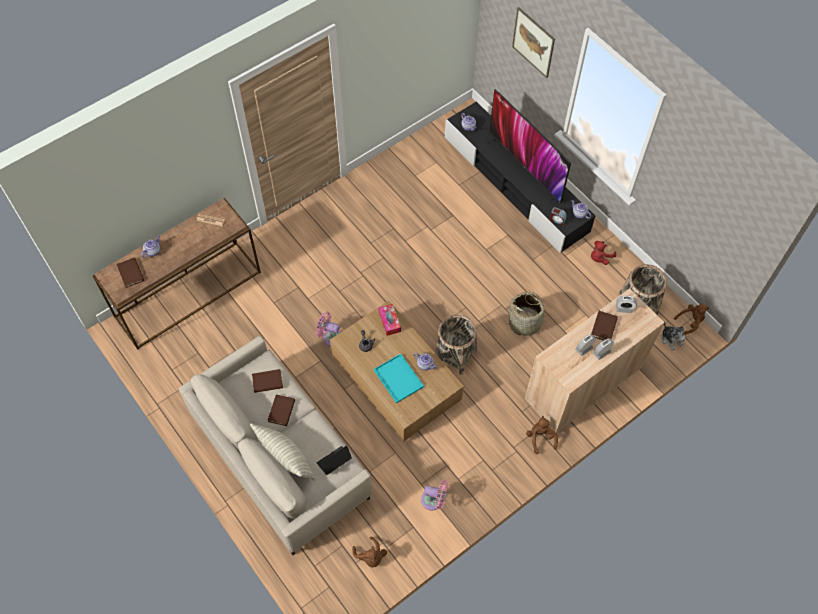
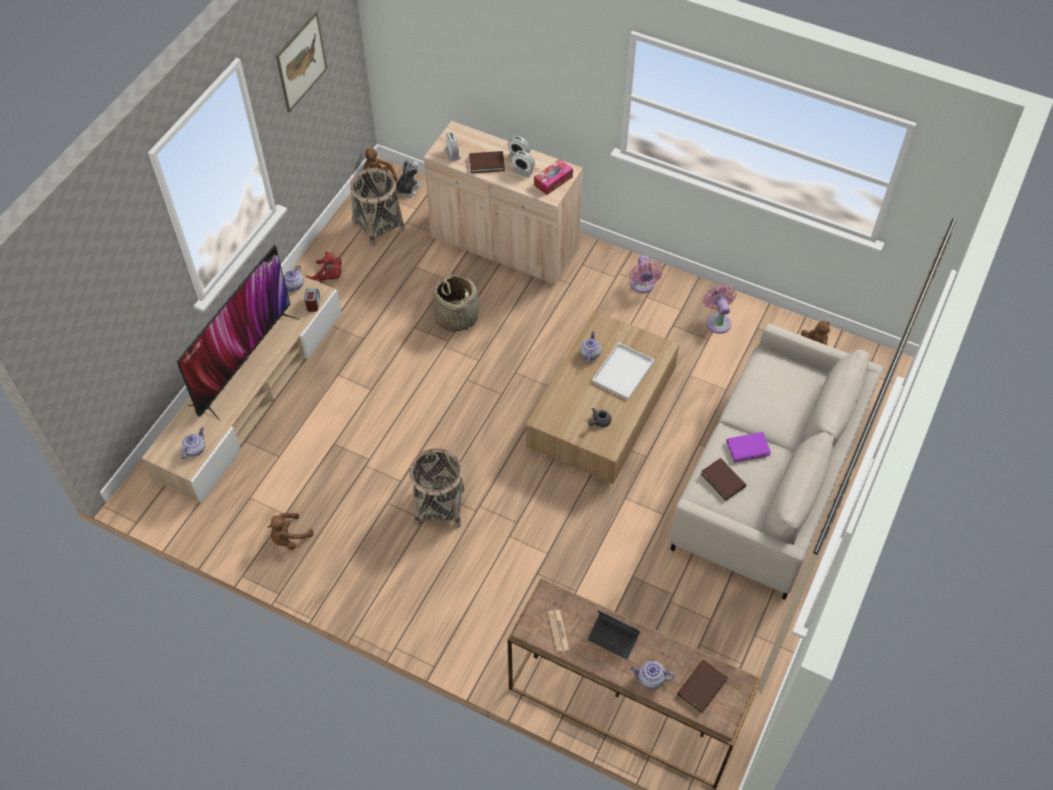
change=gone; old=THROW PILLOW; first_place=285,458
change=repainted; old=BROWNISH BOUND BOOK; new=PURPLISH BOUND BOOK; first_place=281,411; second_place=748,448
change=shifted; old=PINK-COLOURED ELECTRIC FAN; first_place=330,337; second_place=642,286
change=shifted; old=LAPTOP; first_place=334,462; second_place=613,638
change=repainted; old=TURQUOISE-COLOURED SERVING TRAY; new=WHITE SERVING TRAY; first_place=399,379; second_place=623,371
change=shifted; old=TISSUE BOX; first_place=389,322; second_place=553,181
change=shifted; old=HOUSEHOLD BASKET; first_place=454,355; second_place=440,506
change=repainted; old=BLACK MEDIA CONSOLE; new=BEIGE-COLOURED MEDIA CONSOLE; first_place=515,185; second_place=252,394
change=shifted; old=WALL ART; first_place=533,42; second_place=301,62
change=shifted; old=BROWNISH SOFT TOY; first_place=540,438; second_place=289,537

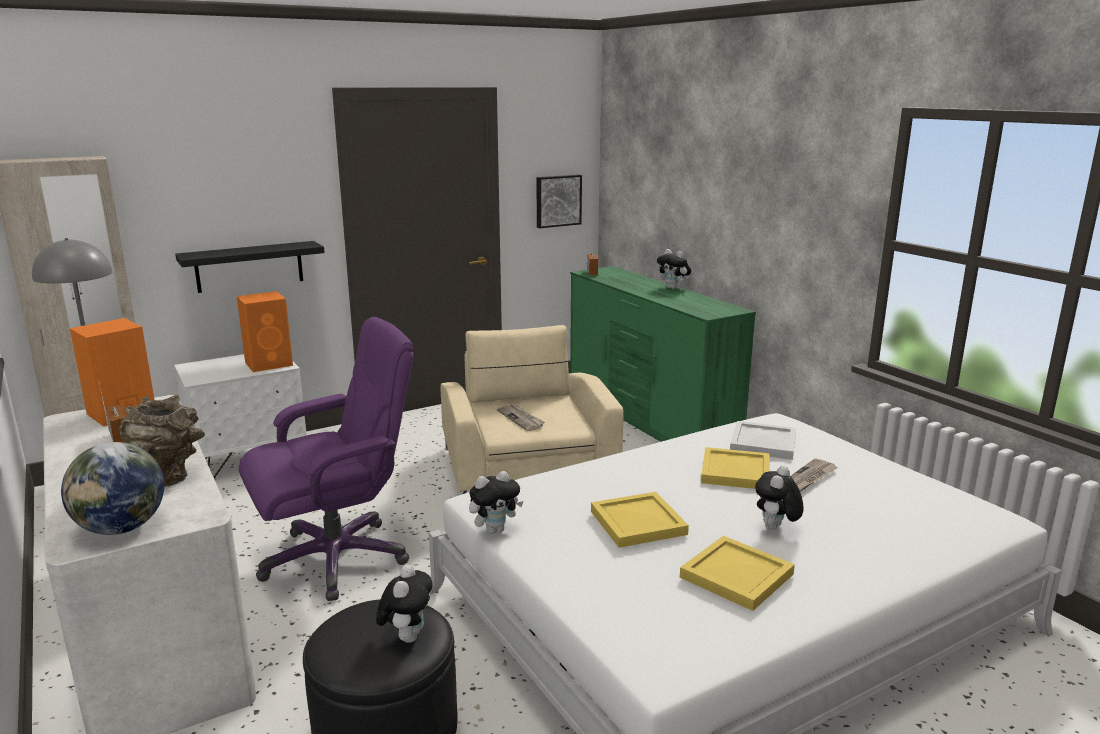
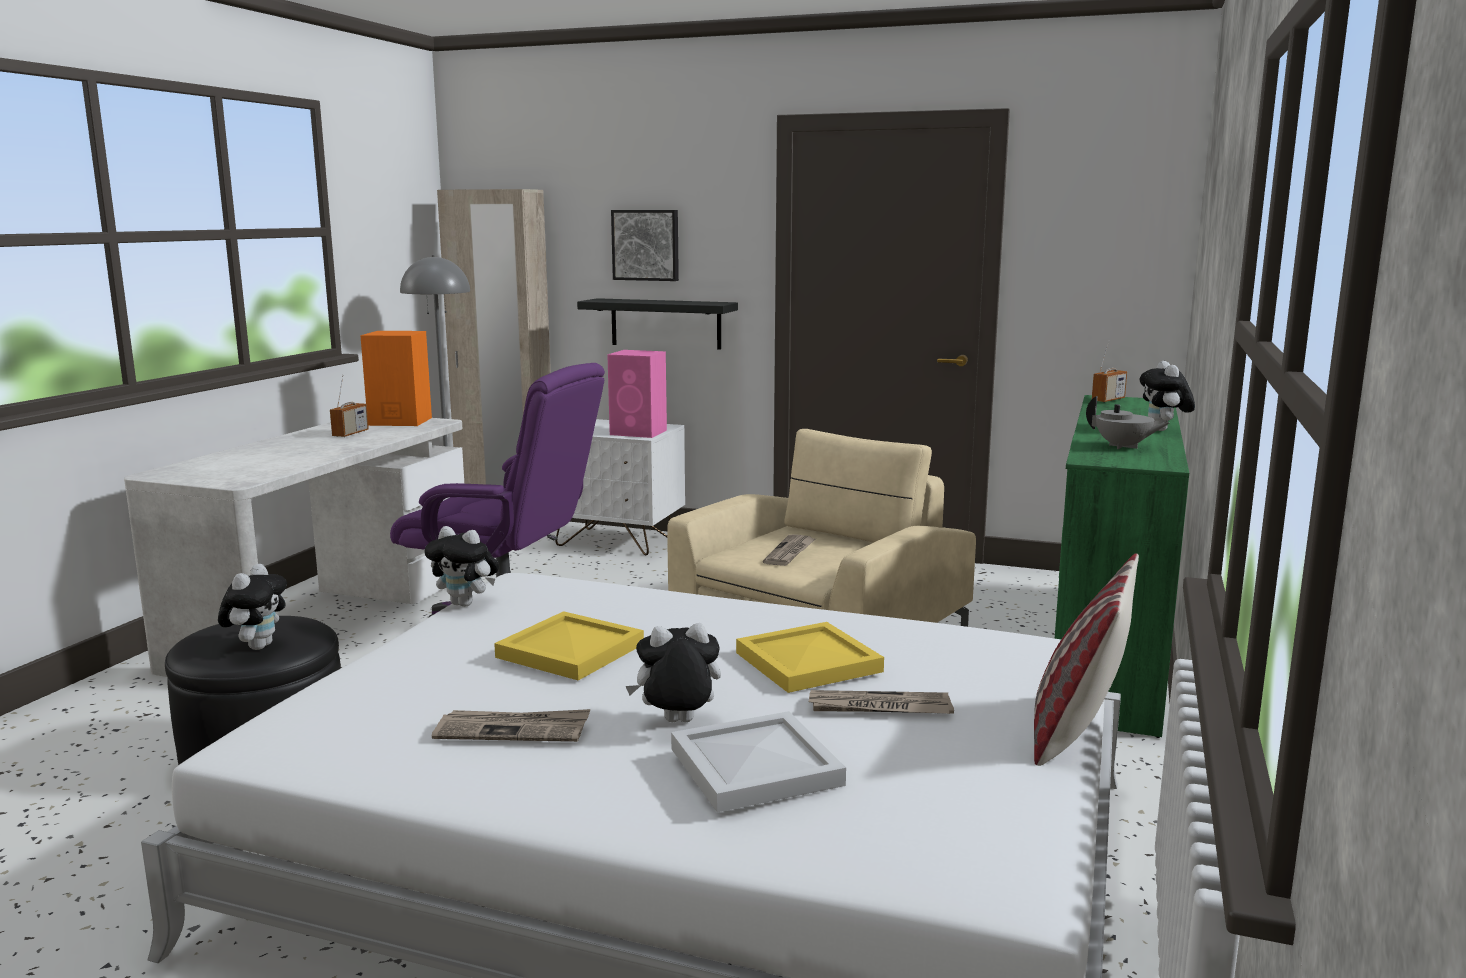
change=gone; old=WORLD GLOBE; first_place=122,528
change=gone; old=BROWNISH VASE; first_place=168,477
change=repainted; old=ORANGE-COLOURED AUDIO SPEAKER; new=PINK-COLOURED AUDIO SPEAKER; first_place=270,363; second_place=639,432
change=rotated; old=SOFT TOY; first_place=407,636; second_place=258,646; degrees=-45
change=shifted; old=WALL ART; first_place=557,200; second_place=646,245
change=swapped; old=YELLOW-COLOURED SERVING TRAY; new=PRINTED PAPER; first_place=736,574; second_place=513,730
change=shifted; old=WHITE SERVING TRAY; first_place=764,443; second_place=758,767
change=new; new=THROW PILLOW; second_place=1076,732
change=new; new=GREY POT FOR TEA; second_place=1123,447

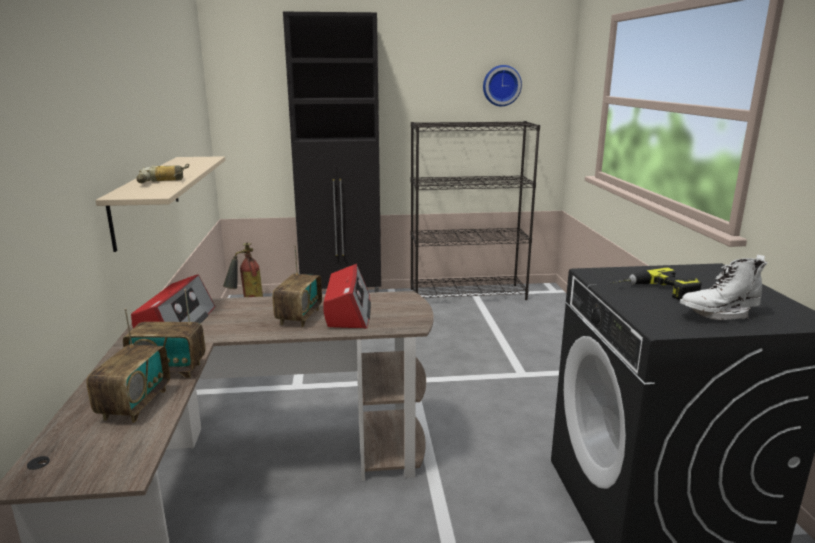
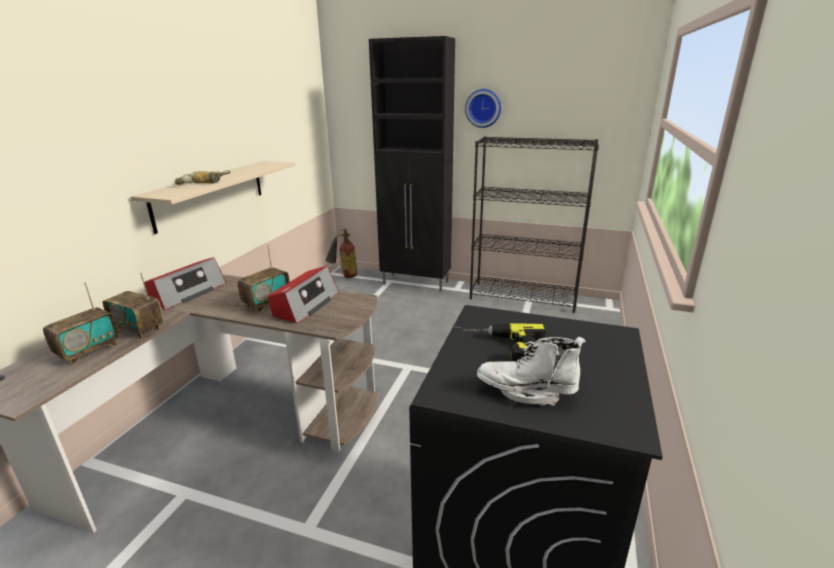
change=shifted; old=CLOCK ON THE WALL; first_place=501,85; second_place=483,108

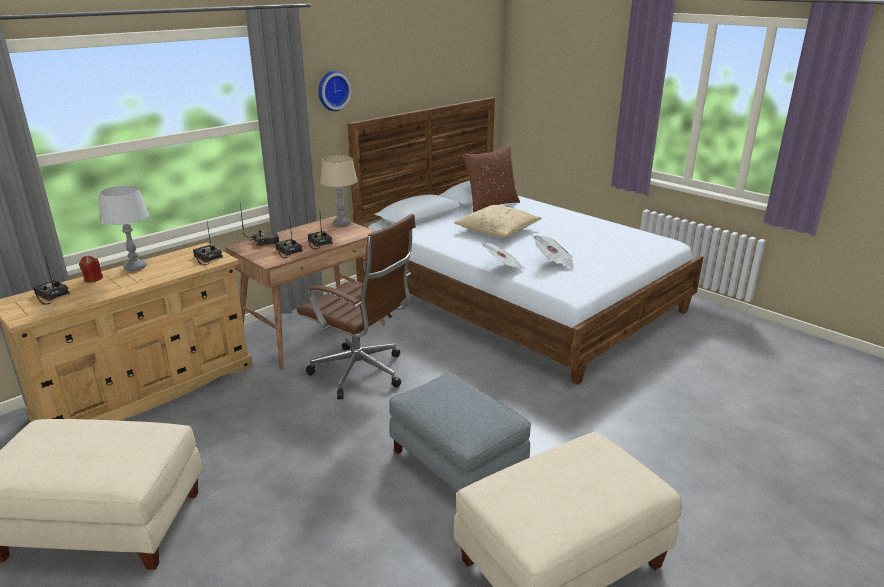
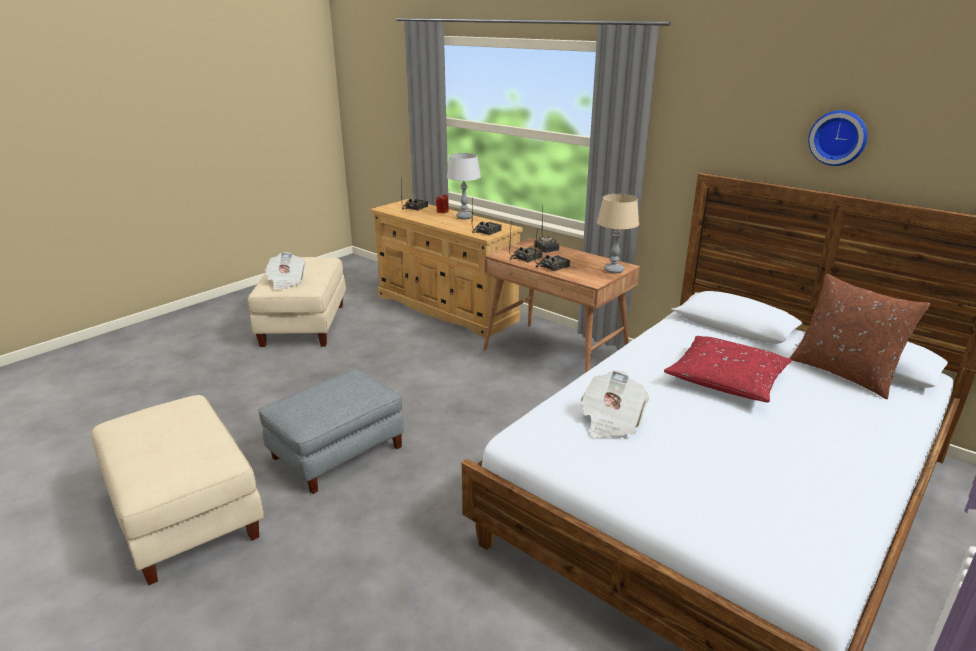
change=gone; old=BROWNISH COMPUTER CHAIR; first_place=362,374
change=shifted; old=CLOCK ON THE WALL; first_place=332,90; second_place=838,137
change=repainted; old=BEIGE-COLOURED THROW PILLOW; new=RED THROW PILLOW; first_place=497,230; second_place=726,379
change=shifted; old=PRINTED PAPER; first_place=503,267; second_place=286,281

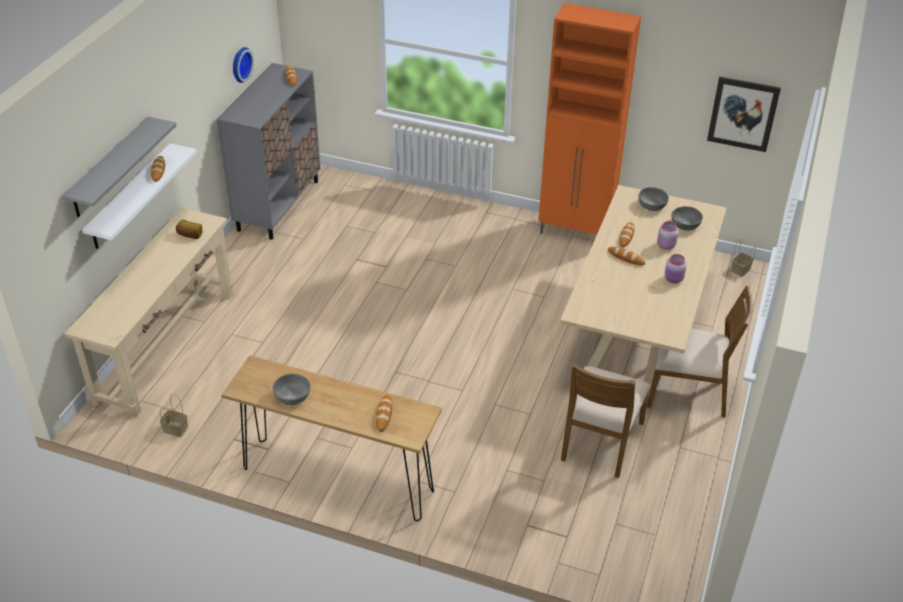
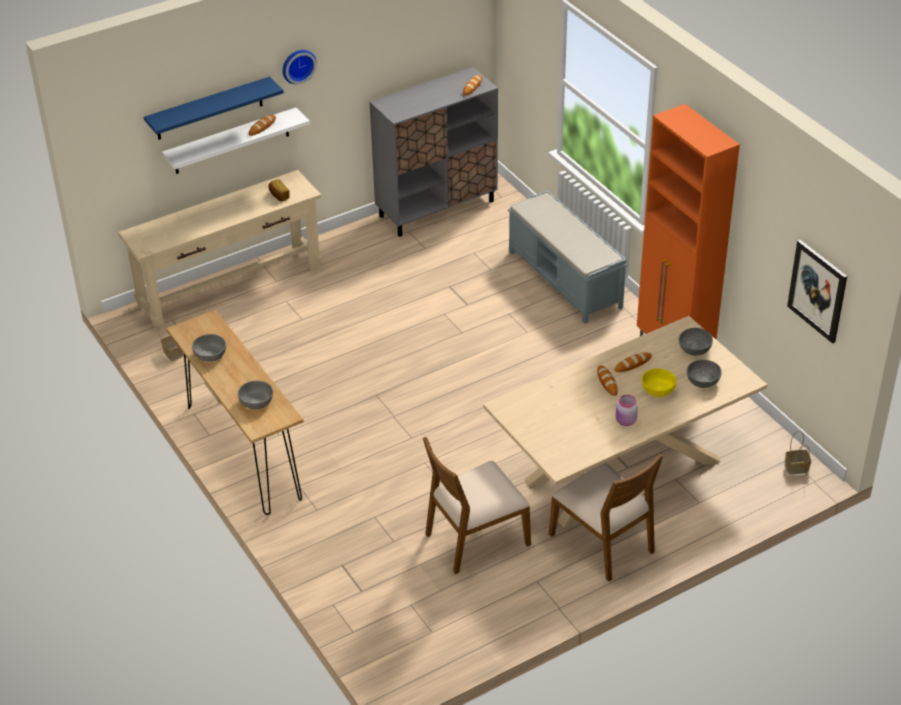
change=repainted; old=GREY WALL SHELF; new=BLUISH WALL SHELF; first_place=110,168; second_place=209,109
change=shifted; old=CLOCK ON THE WALL; first_place=240,64; second_place=298,65
change=swapped; old=BREAD; new=GREY DEEP DISH; first_place=384,414; second_place=256,402
change=swapped; old=PINK-COLOURED JAR; new=YELLOW-COLOURED DEEP DISH; first_place=665,245; second_place=658,389
change=new; new=GREY BENCH; second_place=565,280

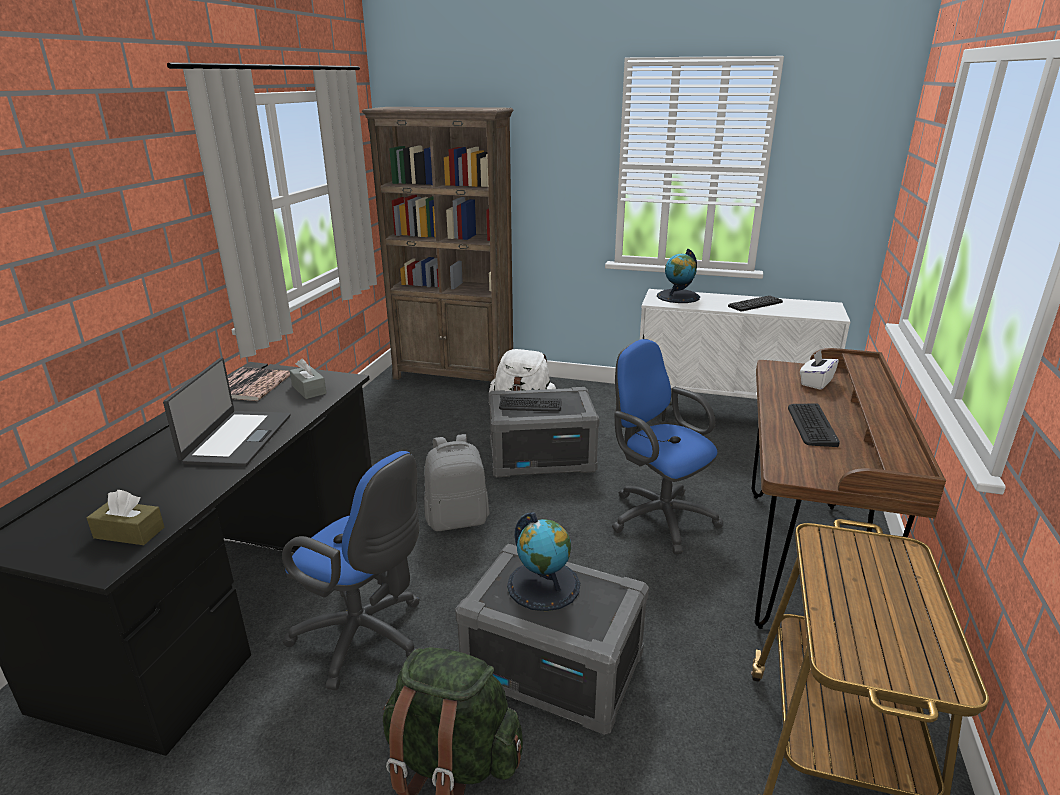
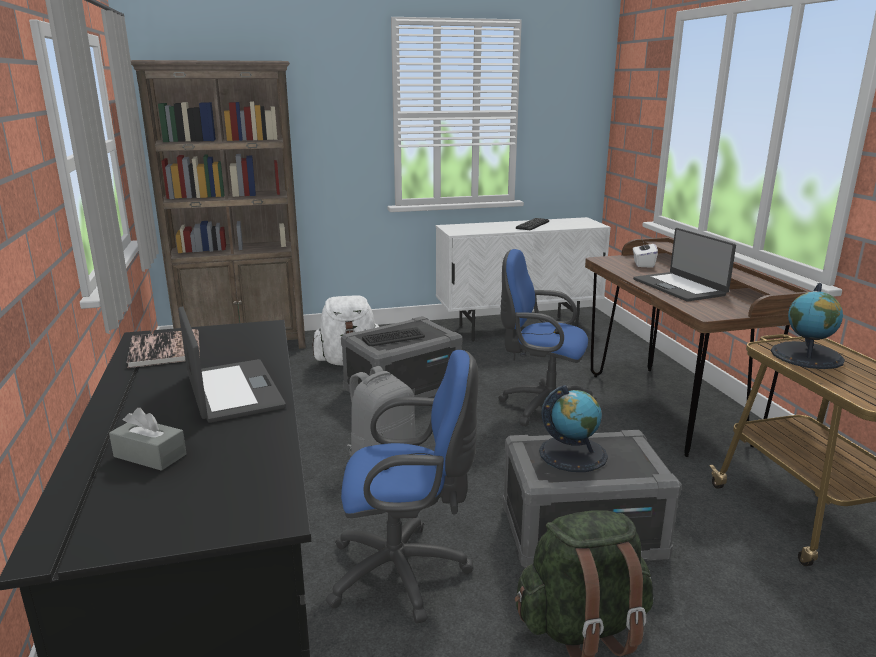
change=gone; old=BROWNISH TISSUE BOX; first_place=129,533
change=shifted; old=GREY TISSUE BOX; first_place=309,389; second_place=150,455
change=shifted; old=WORLD GLOBE; first_place=678,296; second_place=807,356
change=swapped; old=COMPUTER KEYBOARD; new=LAPTOP; first_place=811,425; second_place=680,287

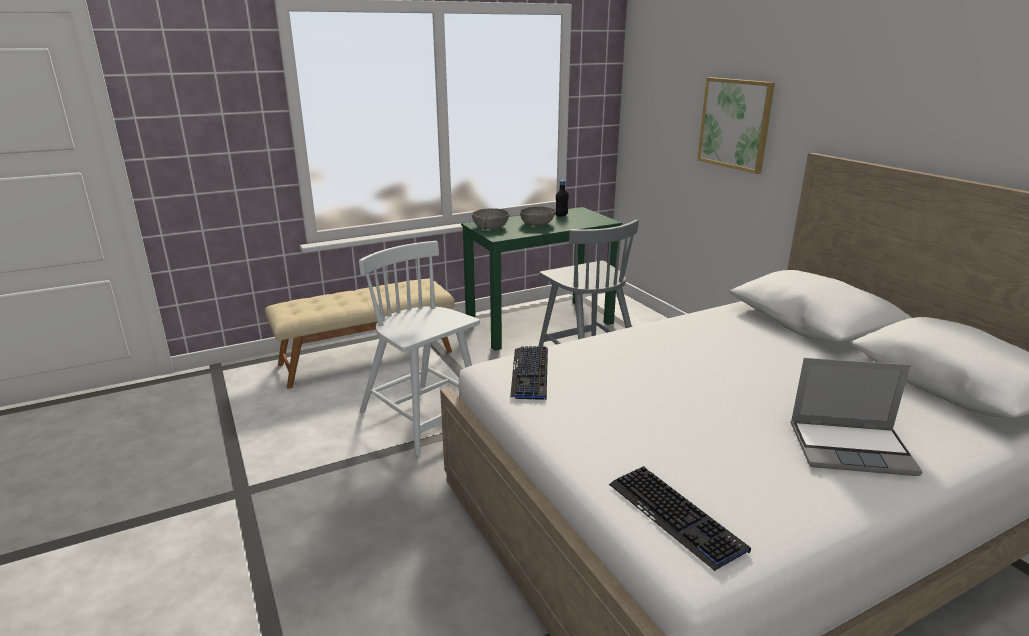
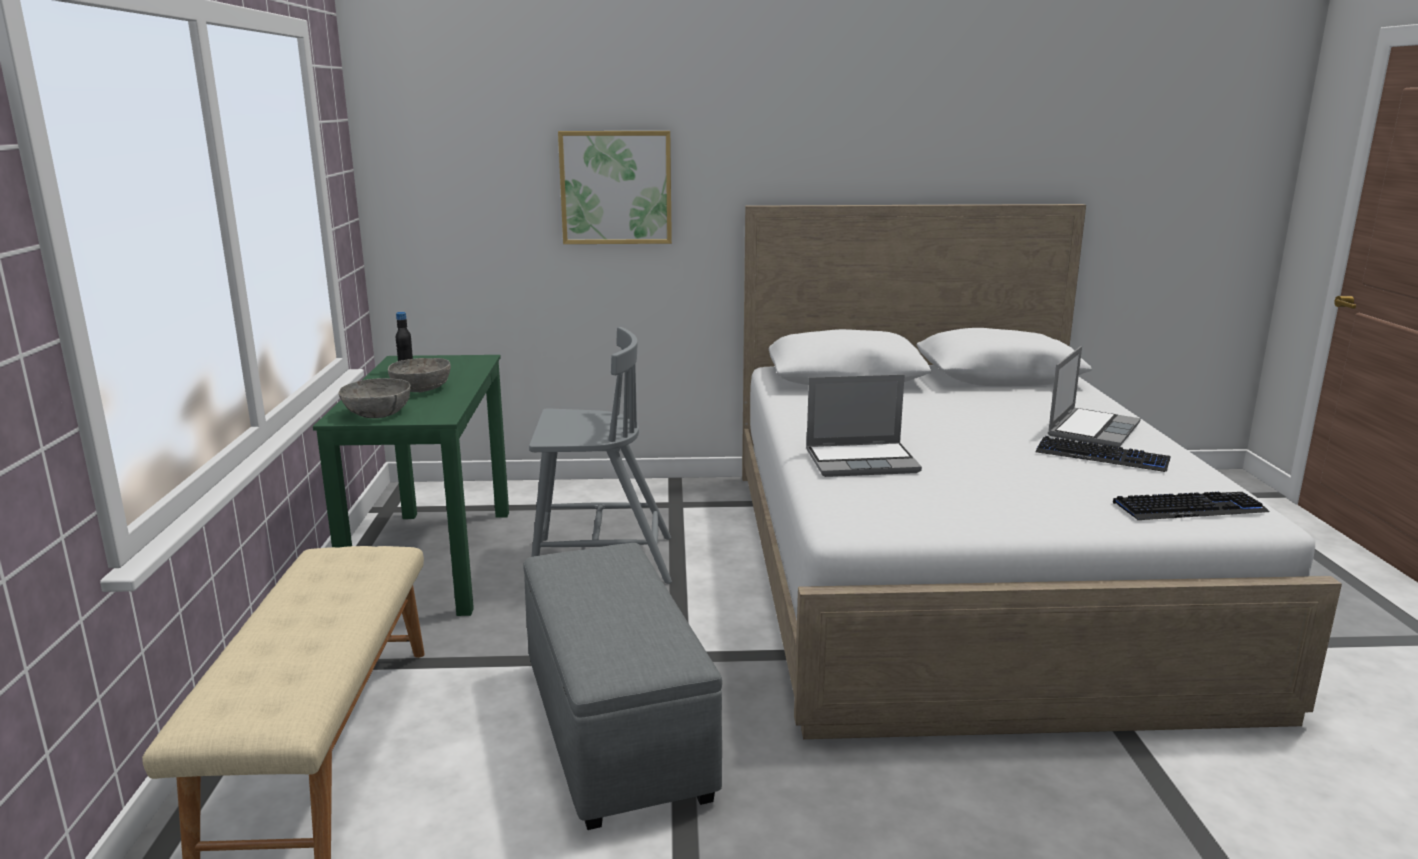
change=swapped; old=WHITE CHAIR; new=GREY POUFFE; first_place=423,418; second_place=615,726
change=shifted; old=COMPUTER KEYBOARD; first_place=530,373; second_place=1102,457
change=new; new=LAPTOP; second_place=862,461

